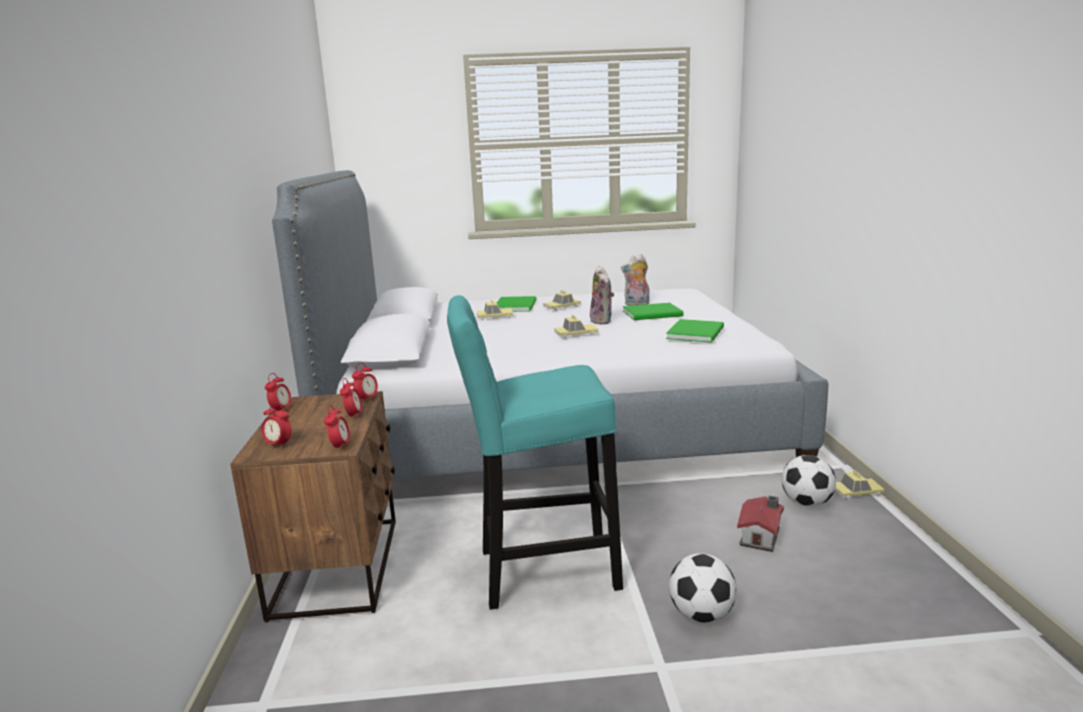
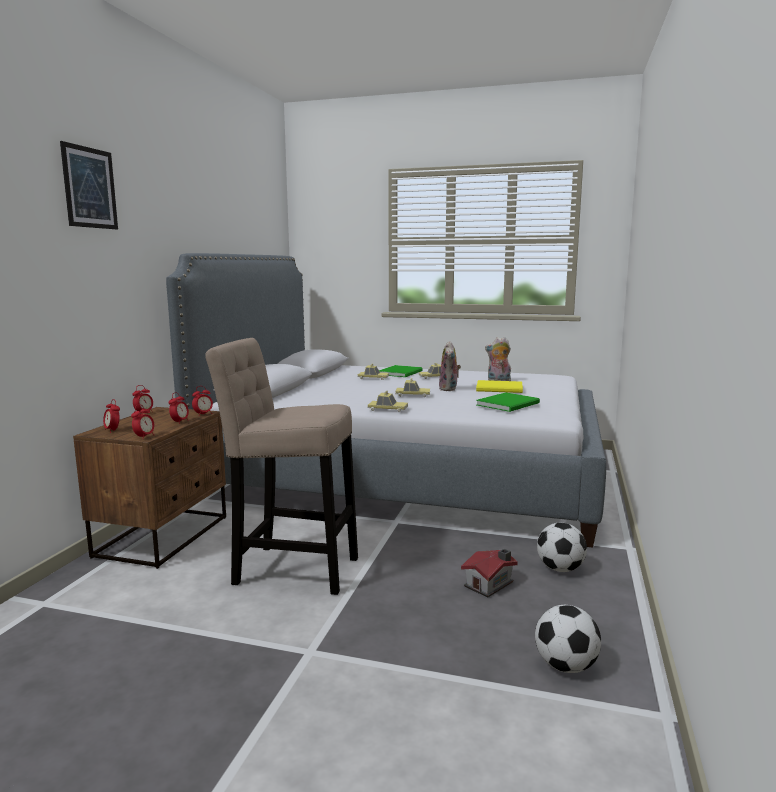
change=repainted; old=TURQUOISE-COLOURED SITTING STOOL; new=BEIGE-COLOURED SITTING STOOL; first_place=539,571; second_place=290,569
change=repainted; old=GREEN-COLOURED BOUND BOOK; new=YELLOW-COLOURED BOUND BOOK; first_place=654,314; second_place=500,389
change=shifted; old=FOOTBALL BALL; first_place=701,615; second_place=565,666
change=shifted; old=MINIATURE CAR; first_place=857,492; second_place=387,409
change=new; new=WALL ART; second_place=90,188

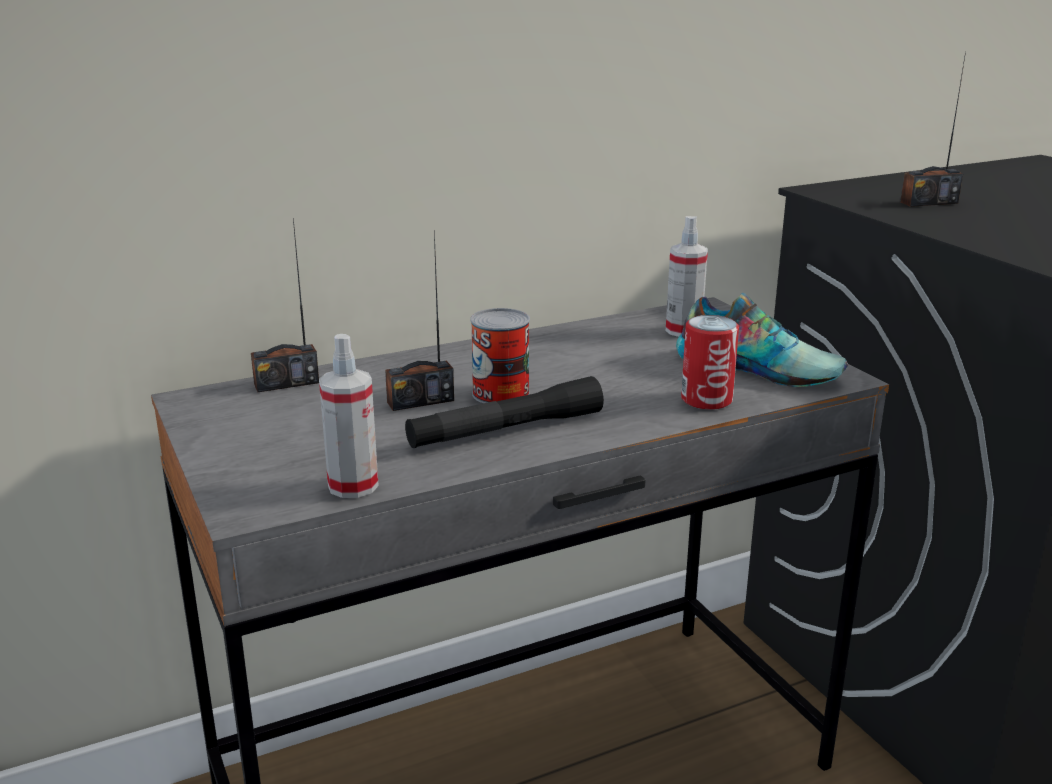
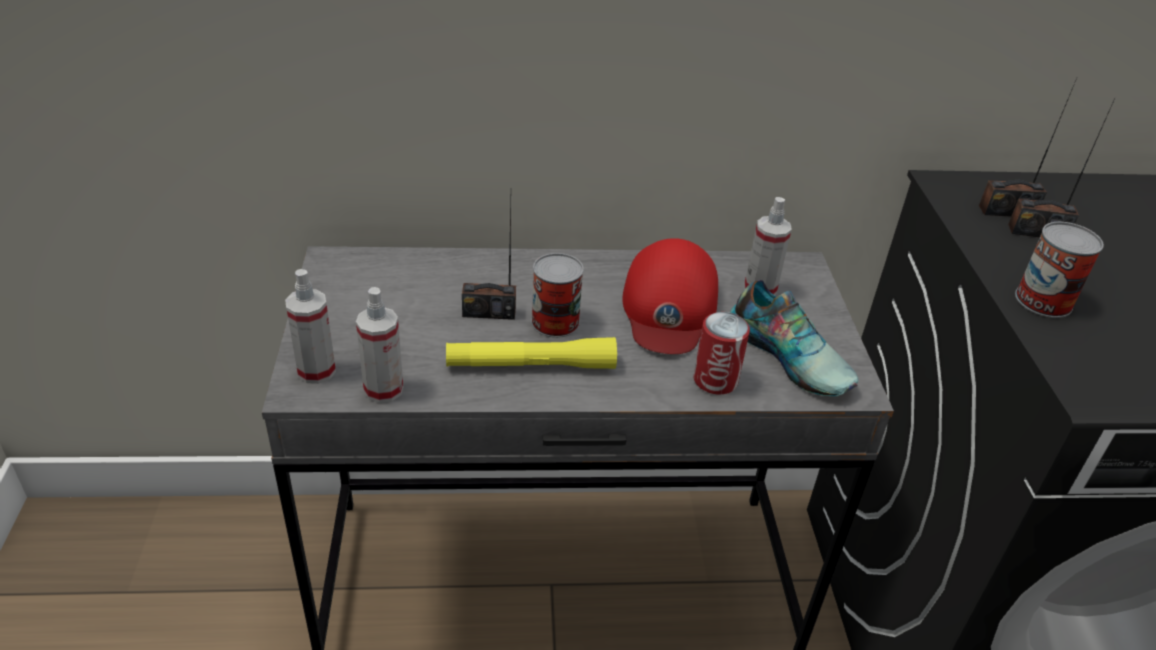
change=shifted; old=RADIO RECEIVER; first_place=286,383; second_place=1007,211
change=repainted; old=BLACK TORCH; new=YELLOW-COLOURED TORCH; first_place=506,430; second_place=531,365
change=new; new=HAND SPRAYER; second_place=316,371
change=new; new=RED CAP; second_place=669,307
change=new; new=CAN; second_place=1043,300

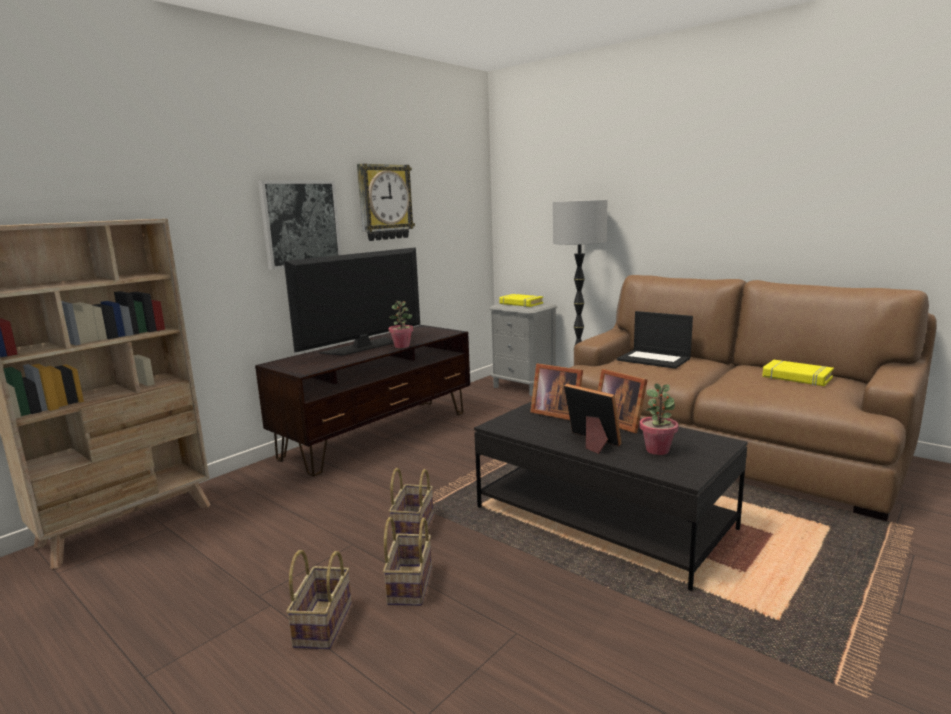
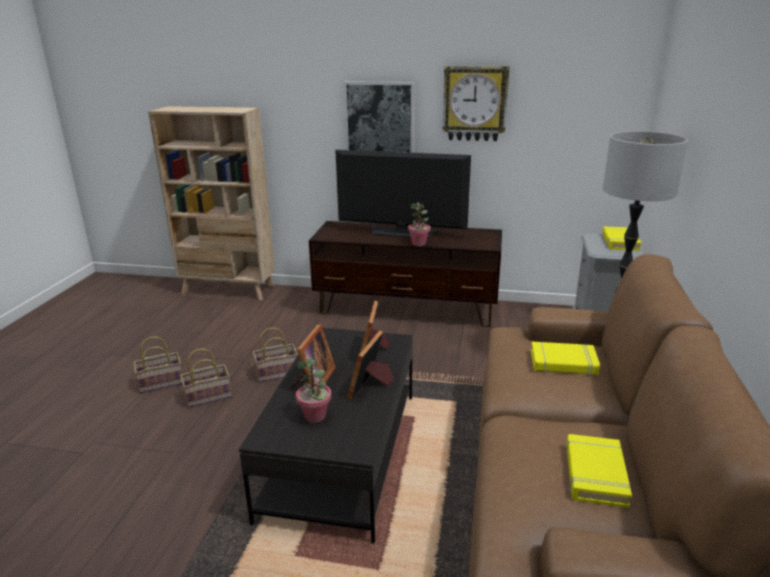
change=swapped; old=LAPTOP; new=YELLOW-COLOURED BOUND BOOK; first_place=654,359; second_place=563,363

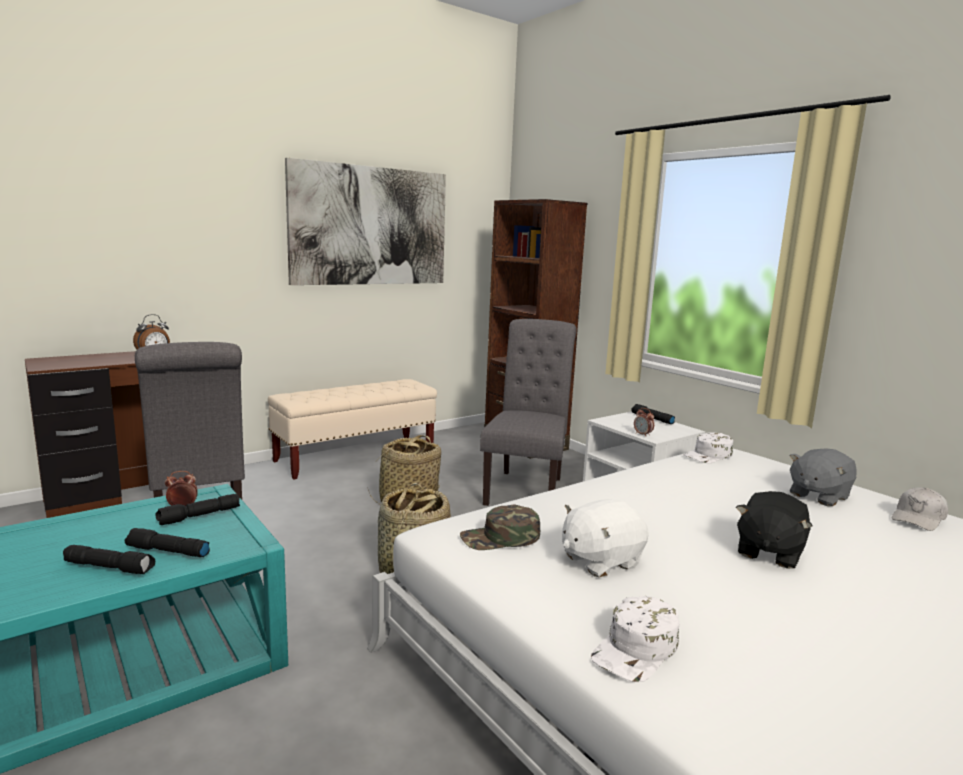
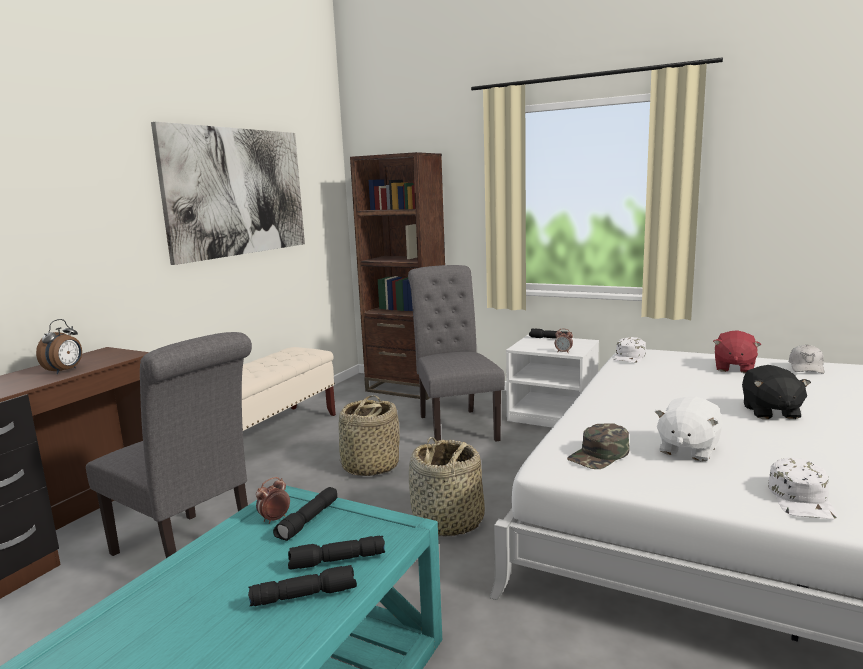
change=repainted; old=GREY SOFT TOY; new=RED SOFT TOY; first_place=818,496; second_place=733,368

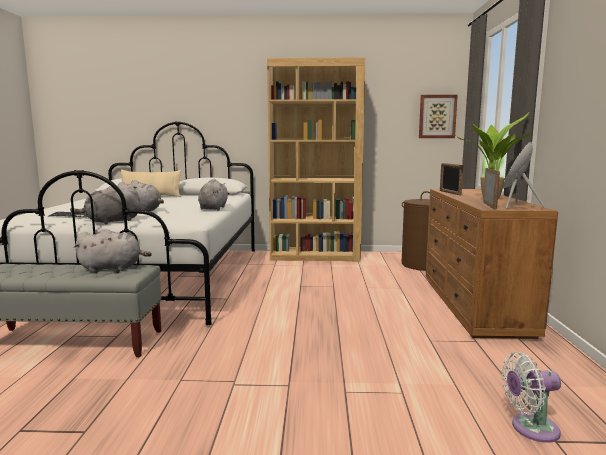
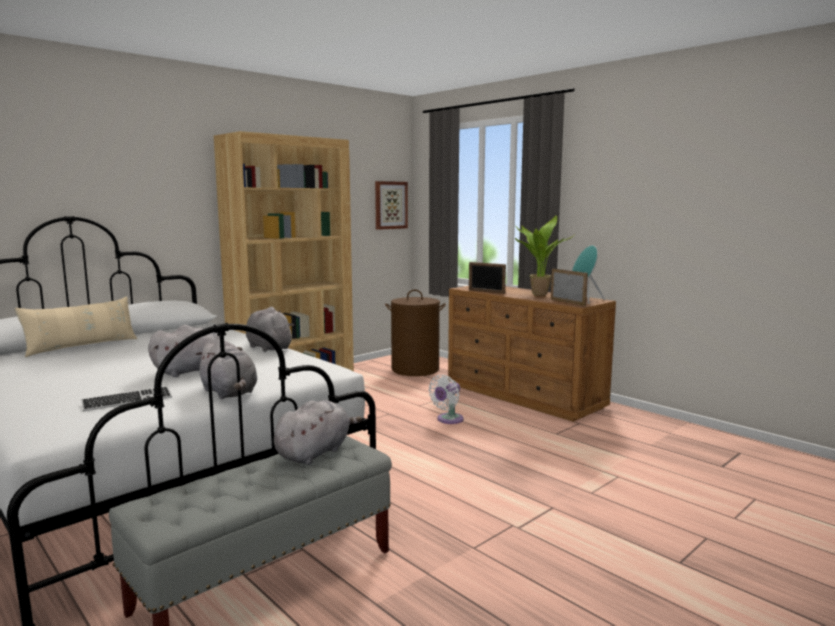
change=rotated; old=GREY SOFT TOY; first_place=111,221; second_place=229,393; degrees=-45
change=shifted; old=WHITE ELECTRIC FAN; first_place=530,428; second_place=448,420

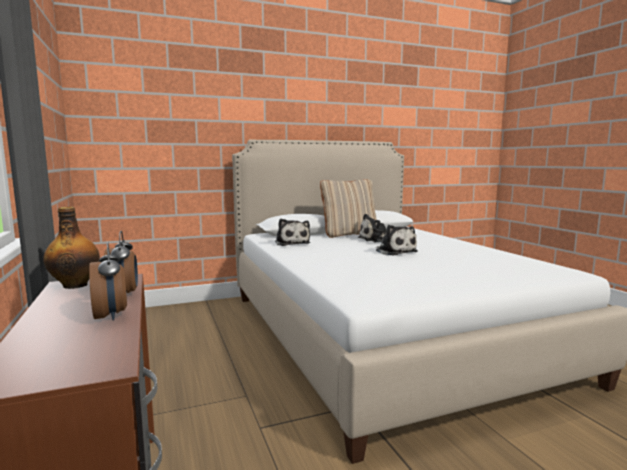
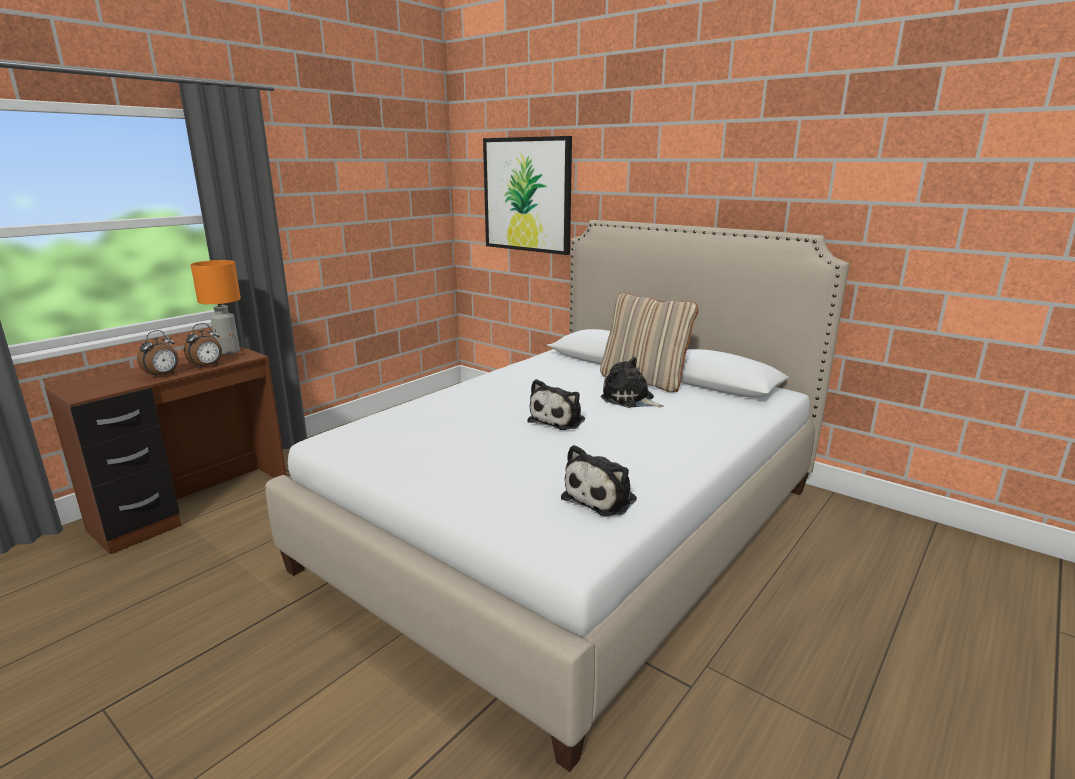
change=swapped; old=BOTTLE; new=ORANGE-COLOURED LAMP FOR A TABLE; first_place=75,285; second_place=229,351
change=shifted; old=SOFT TOY; first_place=292,243; second_place=602,498
change=new; new=WALL ART; second_place=527,195

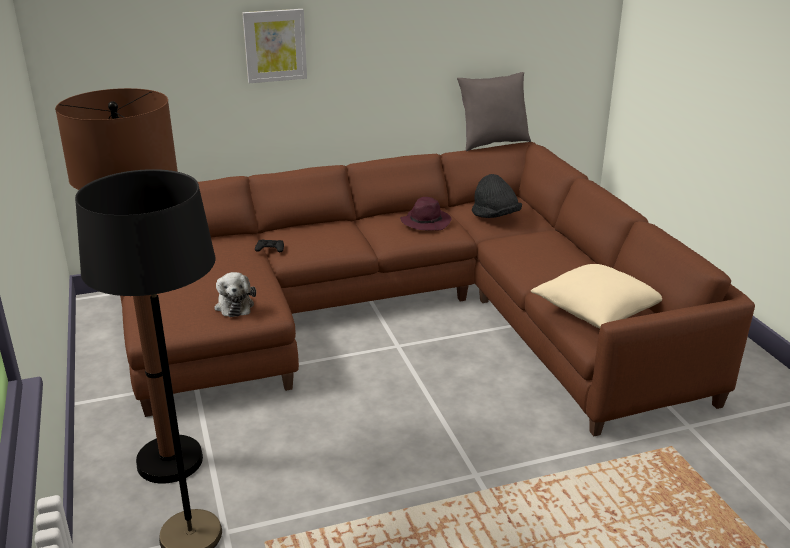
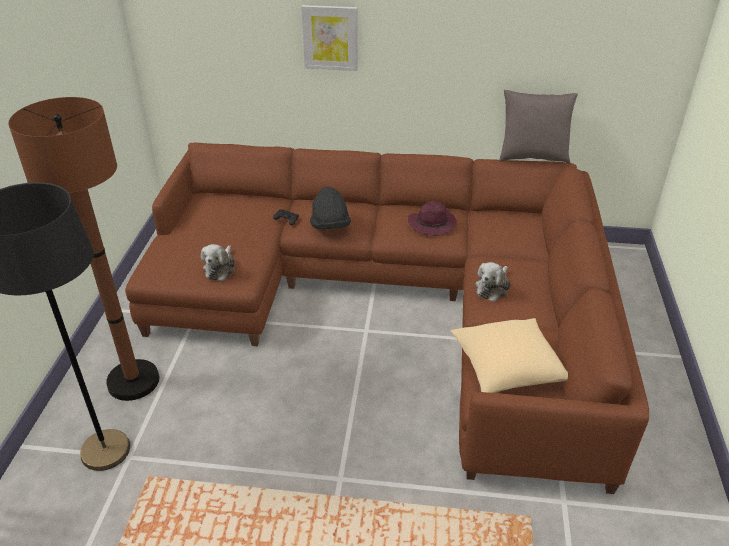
change=shifted; old=BLACK HAT; first_place=495,217; second_place=330,226
change=new; new=SOFT TOY; second_place=492,288

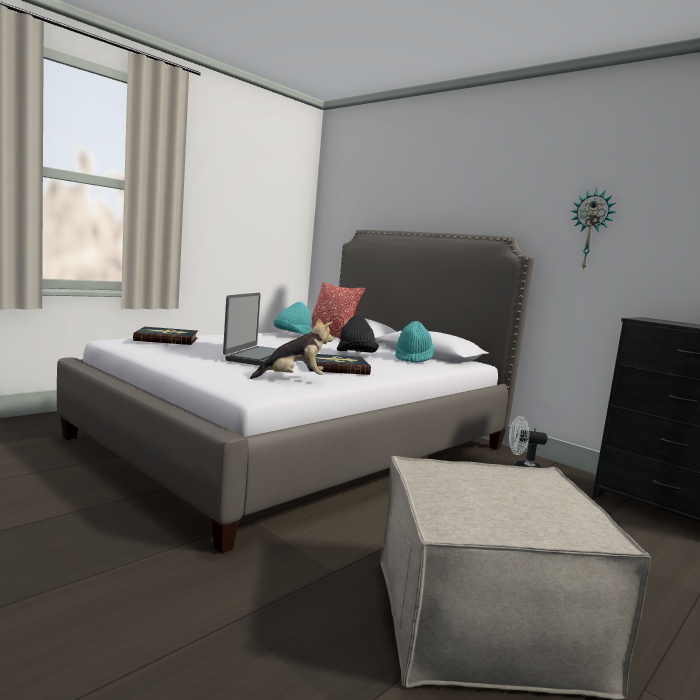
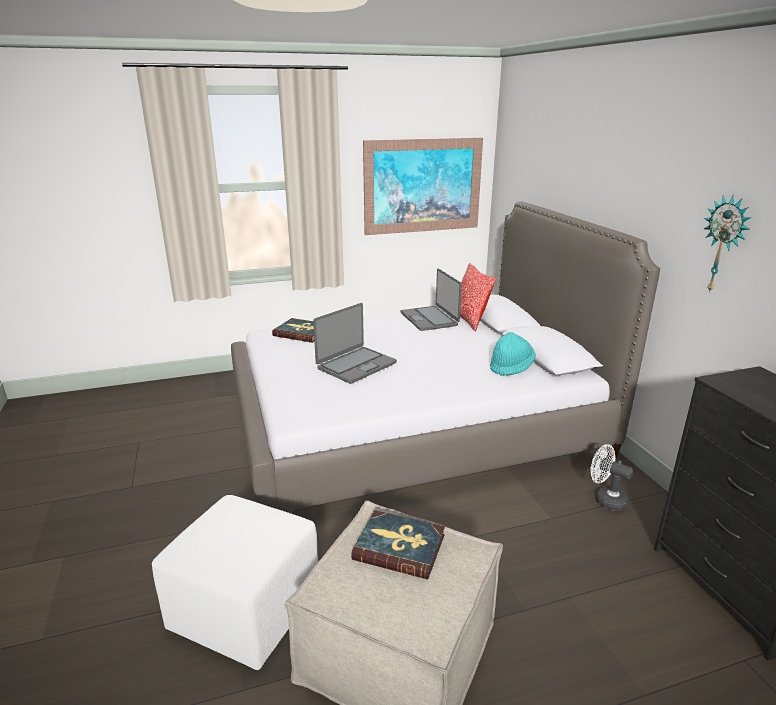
change=gone; old=SOFT TOY; first_place=293,379
change=swapped; old=TURQUOISE-COLOURED HAT; new=LAPTOP; first_place=292,335; second_place=429,319
change=shifted; old=BOUND BOOK; first_place=336,368; second_place=399,547
change=gone; old=BLACK HAT; first_place=355,355
change=new; new=WHITE POUFFE; second_place=244,611
change=new; new=WALL ART; second_place=423,186

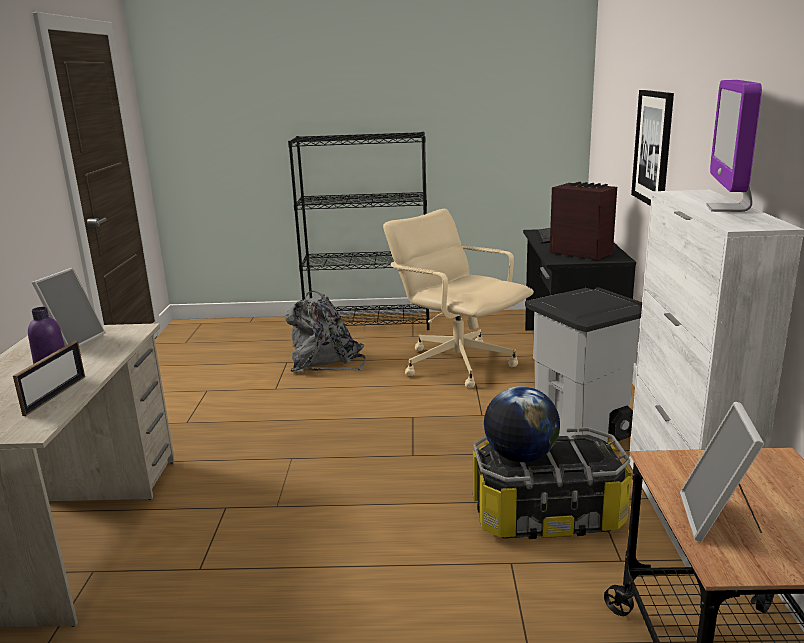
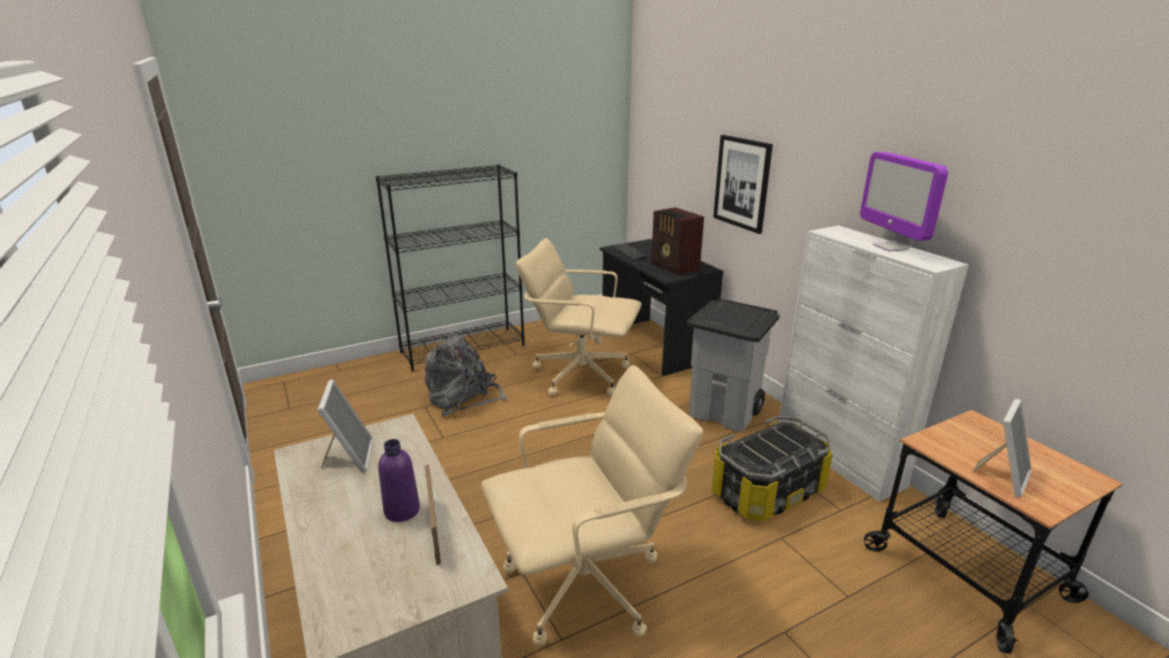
change=gone; old=WORLD GLOBE; first_place=520,456
change=rotated; old=RADIO RECEIVER; first_place=580,253; second_place=675,267; degrees=-135
change=rotated; old=PHOTO FRAME; first_place=718,520; second_place=1002,476; degrees=-120
change=new; new=BEIGE-COLOURED COMPUTER CHAIR; second_place=586,585

